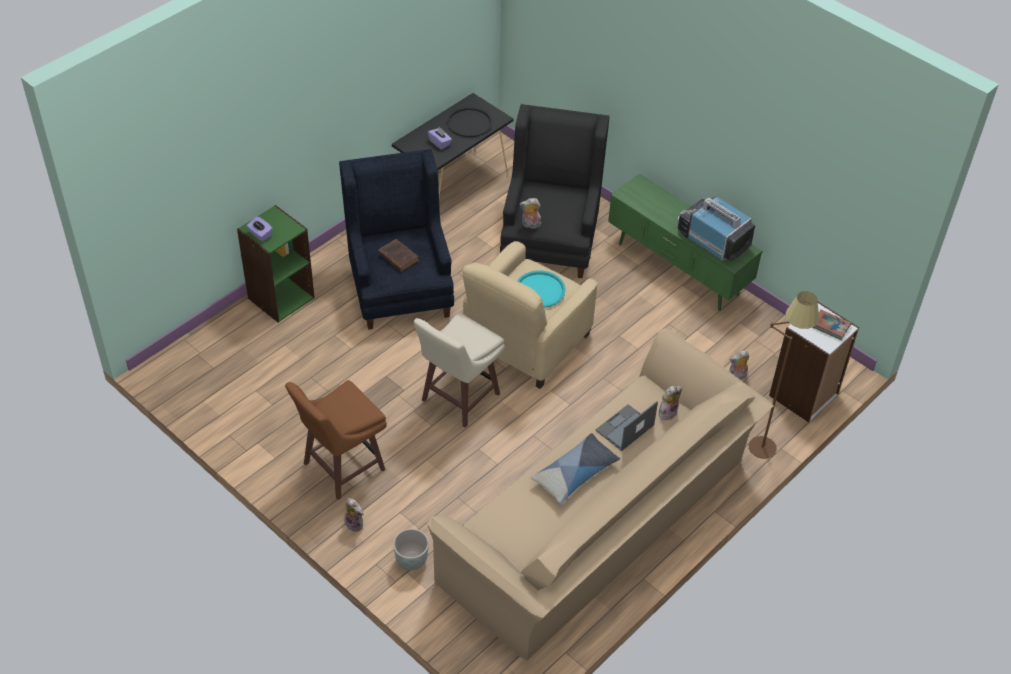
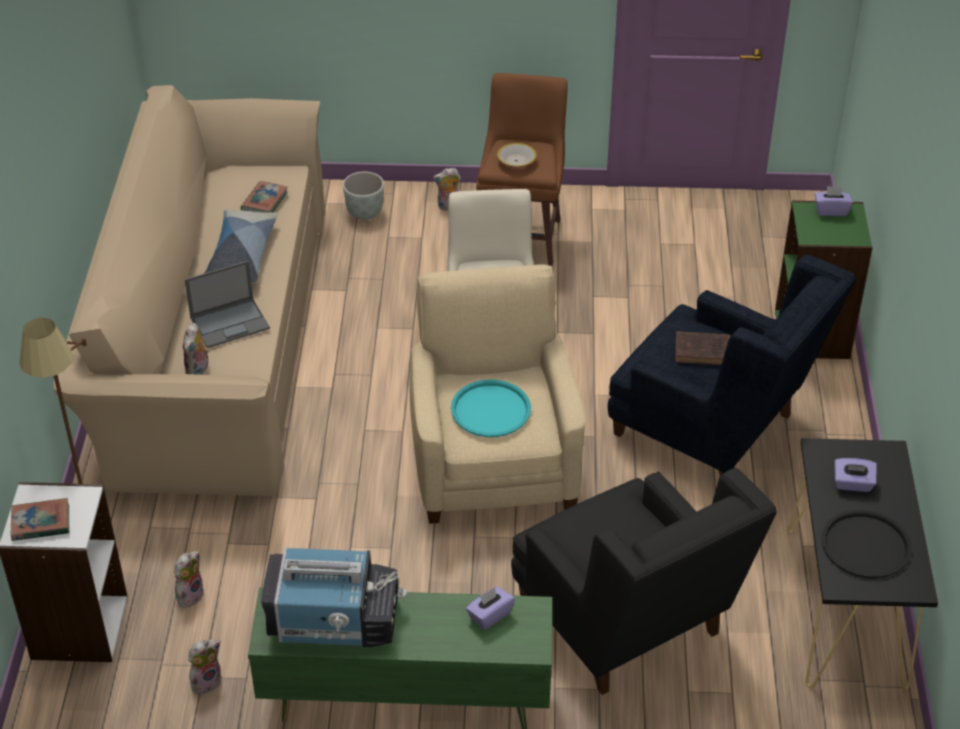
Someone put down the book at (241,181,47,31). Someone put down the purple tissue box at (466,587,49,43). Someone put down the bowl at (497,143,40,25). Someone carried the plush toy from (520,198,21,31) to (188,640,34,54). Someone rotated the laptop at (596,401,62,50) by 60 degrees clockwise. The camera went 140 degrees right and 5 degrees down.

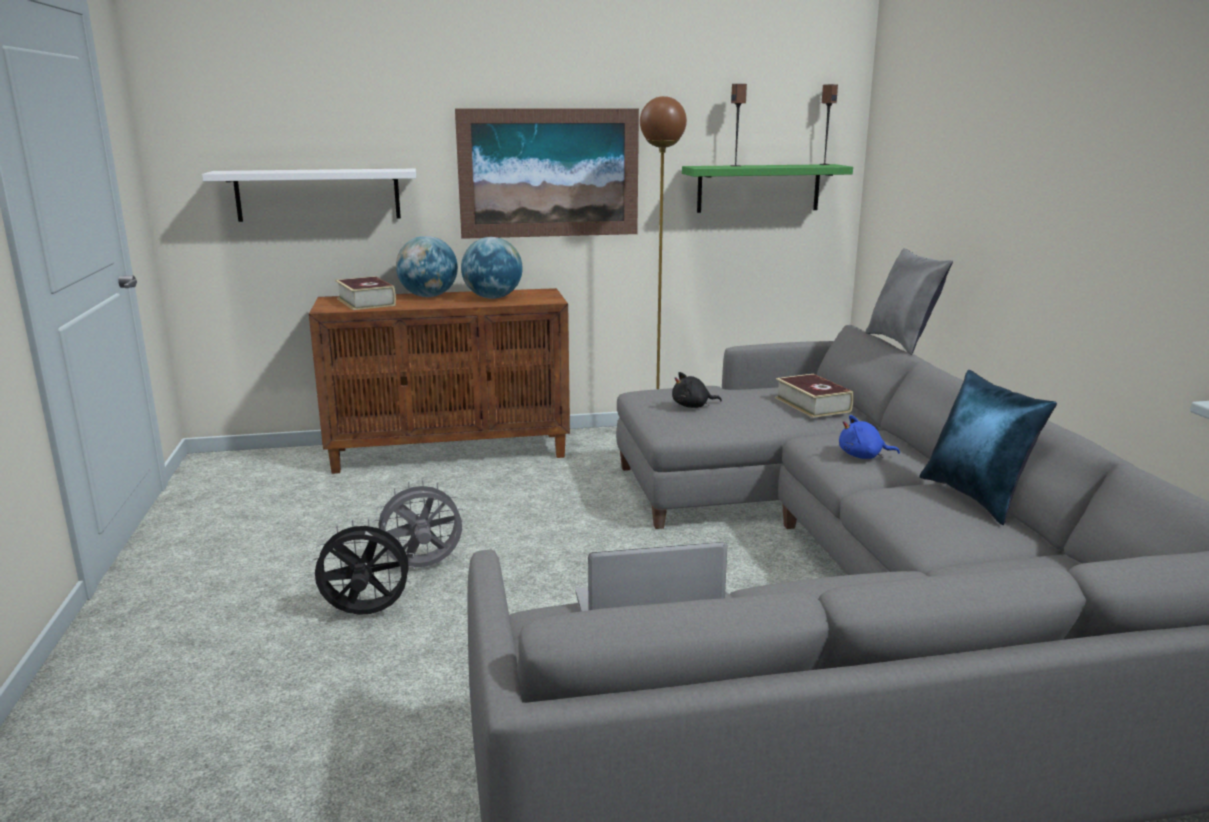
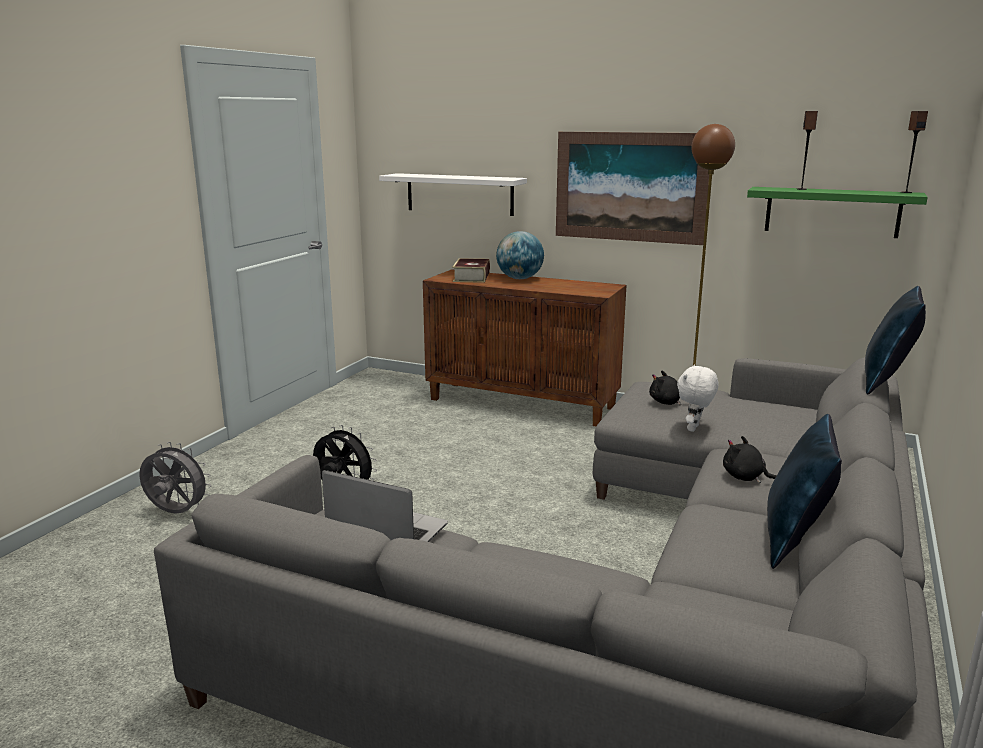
Someone took away the globe at (461,237,62,62). Someone took away the book at (775,374,78,44). Someone put down the white plush toy at (677,365,42,67). Someone carried the grey fan from (372,480,93,87) to (139,442,73,72). Someone repainted the blue plush toy at (839,415,61,44), which became the black plush toy at (723,436,53,47). Someone repainted the grey pillow at (865,248,88,107), which became the blue pillow at (865,286,61,108). The camera went 35 degrees right and 0 degrees up.

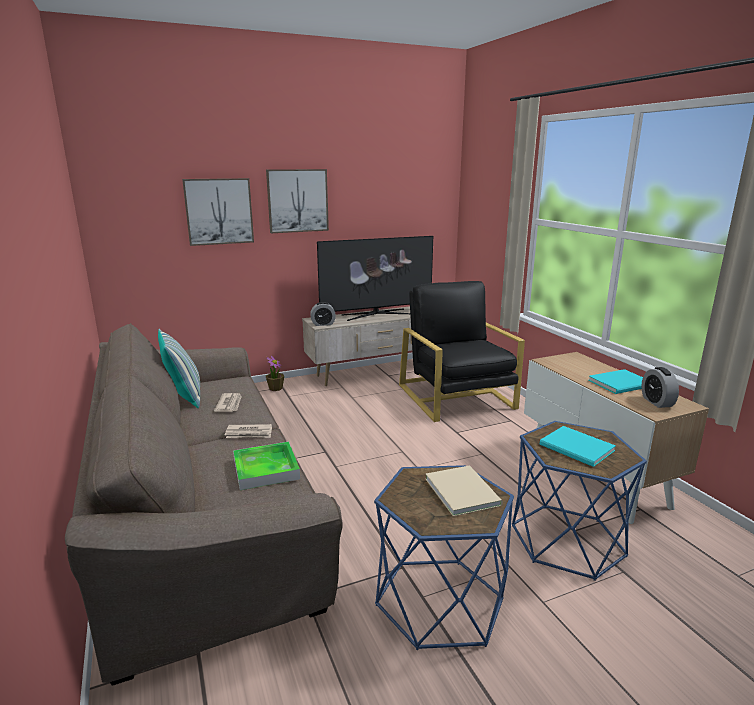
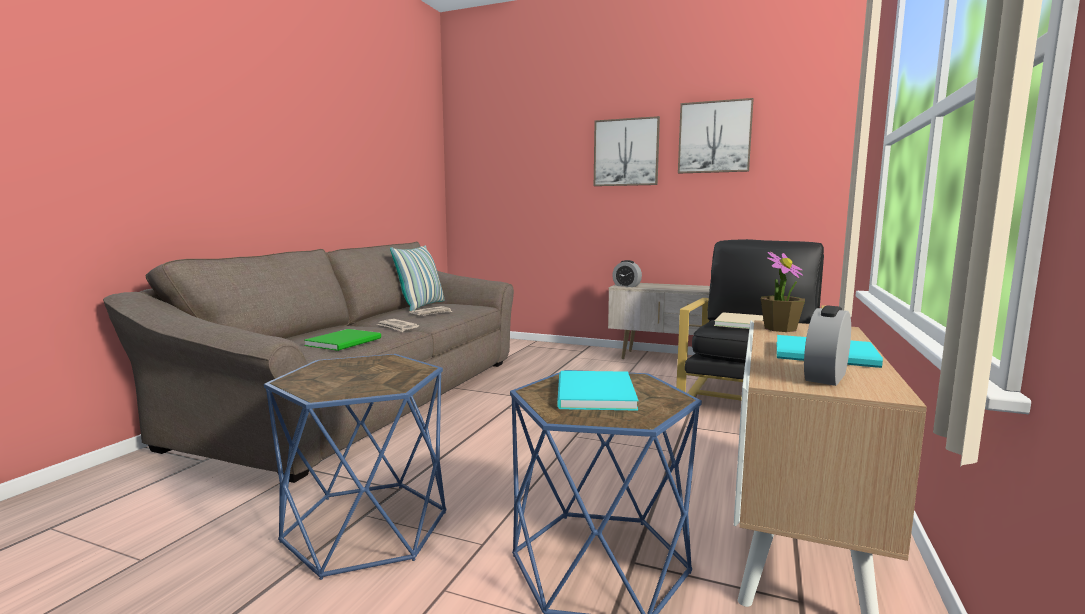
Someone took away the television at (317,236,116,85). Someone carried the picture from (182,178,72,68) to (678,98,75,76). Someone carried the potted plant from (266,356,18,35) to (761,252,44,80). Someone carried the beige book from (425,465,78,51) to (714,312,49,17). Someone swapped the tray at (233,442,67,48) for the green book at (304,329,77,22). The camera went 45 degrees right and 10 degrees down.

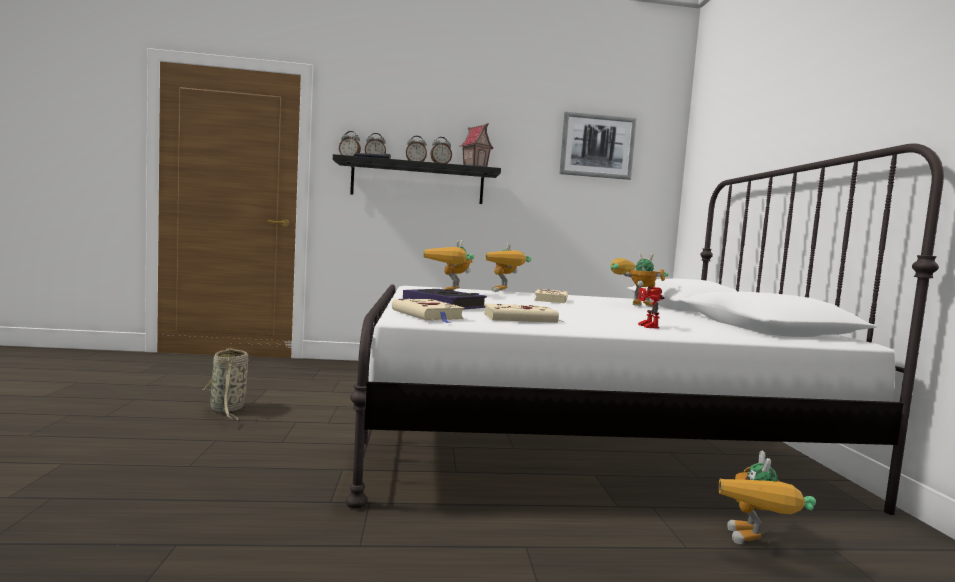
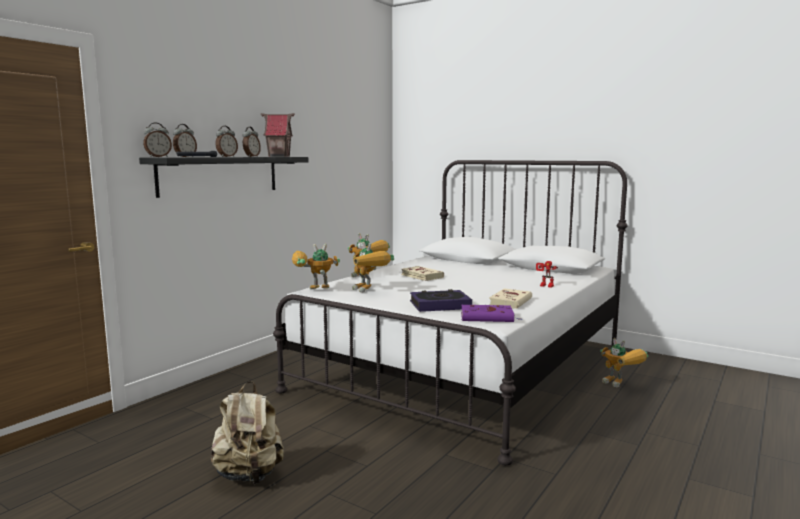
Someone took away the picture at (560,112,77,68). Someone carried the toy robot from (610,252,58,55) to (292,244,48,45). Someone swapped the basket at (202,348,46,73) for the beige backpack at (211,381,73,103). Someone repainted the beige book at (392,299,73,24), which became the purple book at (461,305,62,17). The camera went 50 degrees left and 5 degrees up.

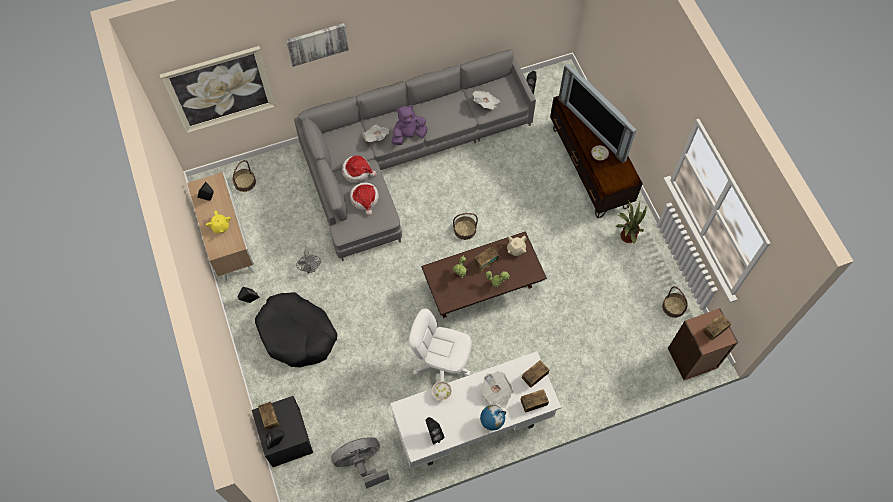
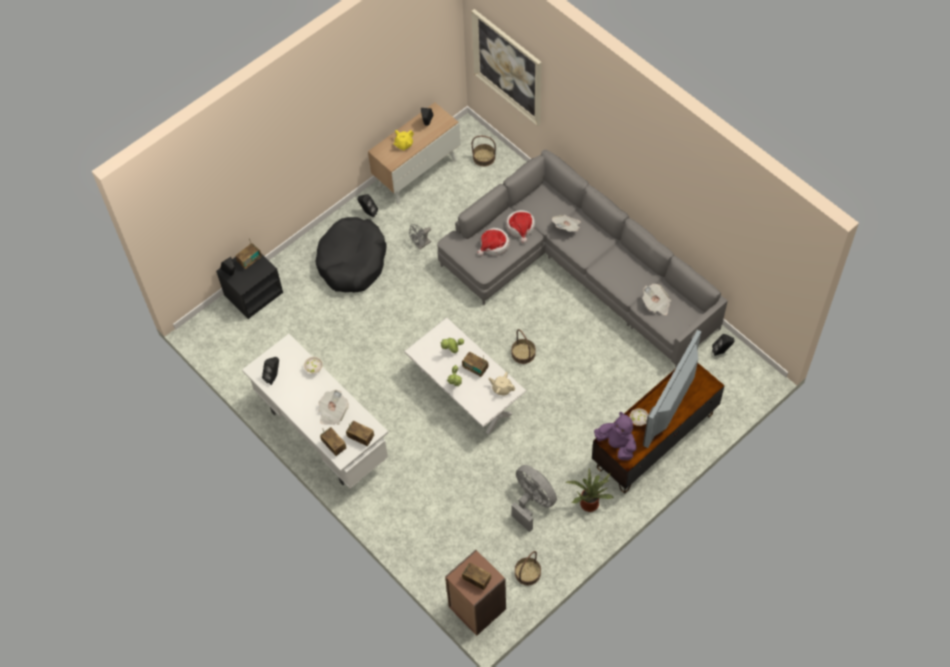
Someone took away the picture at (286,23,63,44). Someone took away the white office chair at (409,309,63,72). Someone took away the globe at (480,405,26,25). Someone carried the grey fan from (331,437,58,52) to (511,465,46,67). Someone carried the purple plush toy from (391,105,37,40) to (594,412,43,48). Someone repainted the brown coffee table at (421,231,126,87), which became the white coffee table at (404,317,122,117). The camera went 70 degrees right and 5 degrees down.

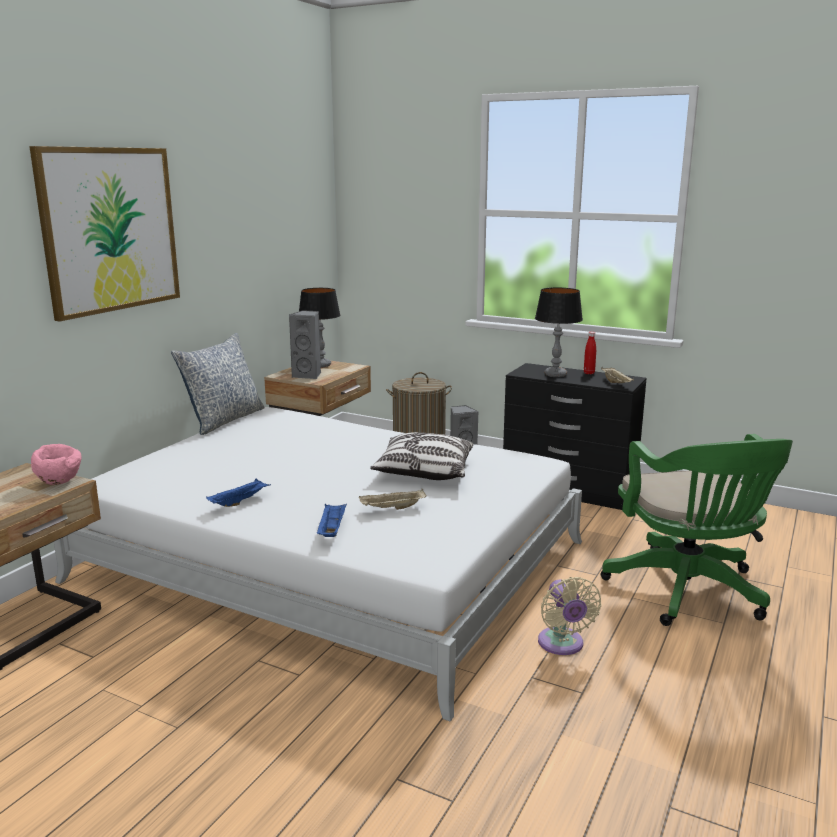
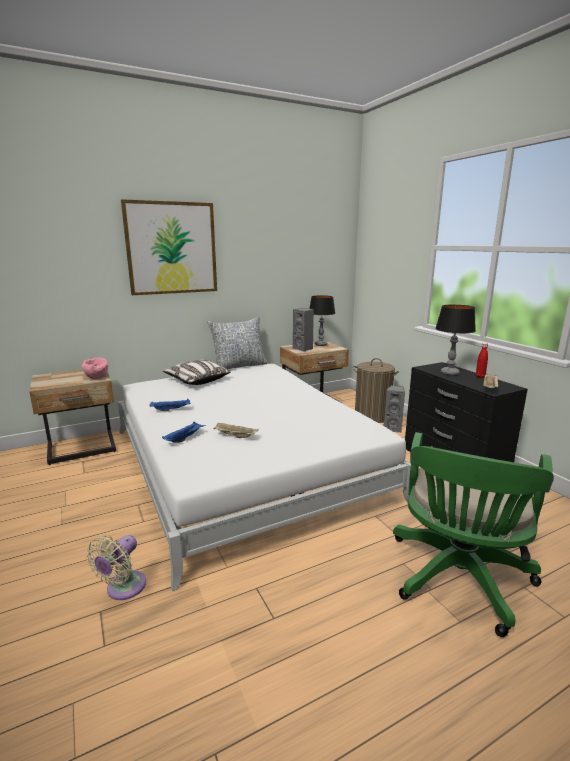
Someone carried the pillow from (370,432,103,48) to (163,359,68,26). Someone carried the beige fan from (538,577,64,78) to (86,535,60,65). The camera went 35 degrees right and 0 degrees up.

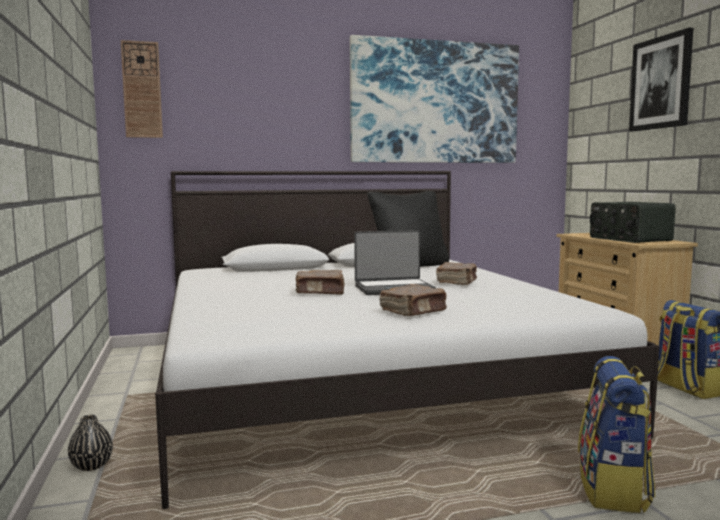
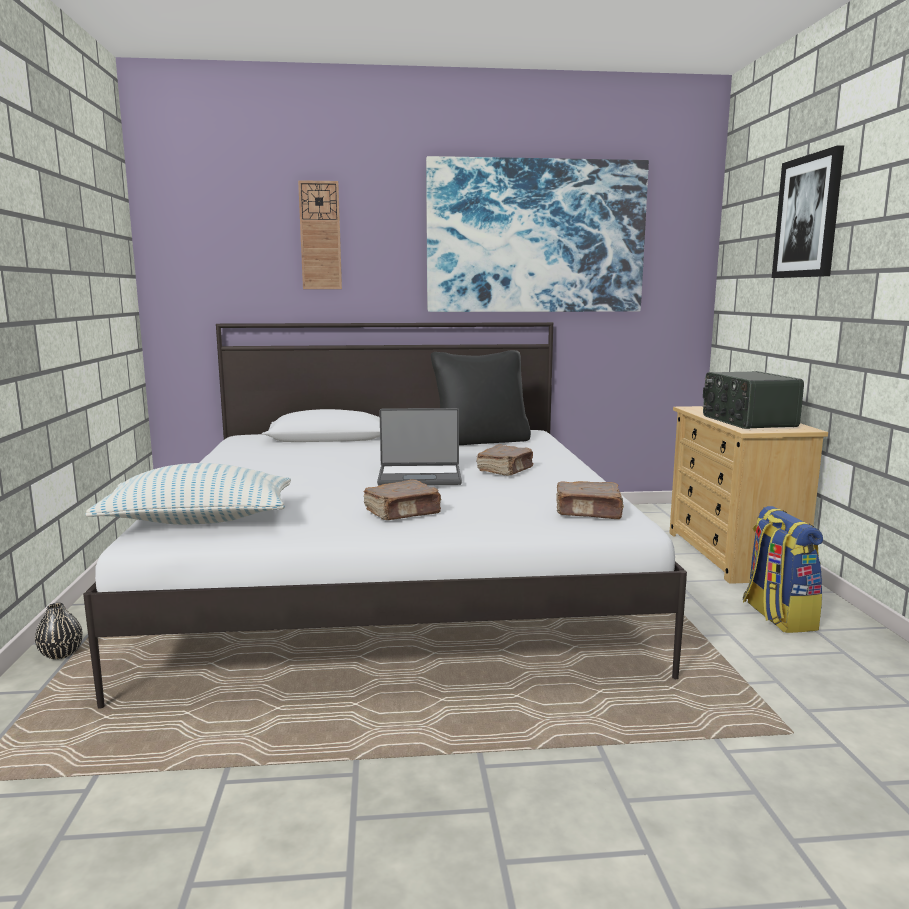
Someone took away the backpack at (578,356,77,157). Someone put down the pillow at (85,463,206,62). Someone carried the wall clock from (121,40,42,98) to (298,180,44,109). Someone carried the brown book from (295,270,49,24) to (556,481,68,38). The camera went 10 degrees right and 5 degrees up.

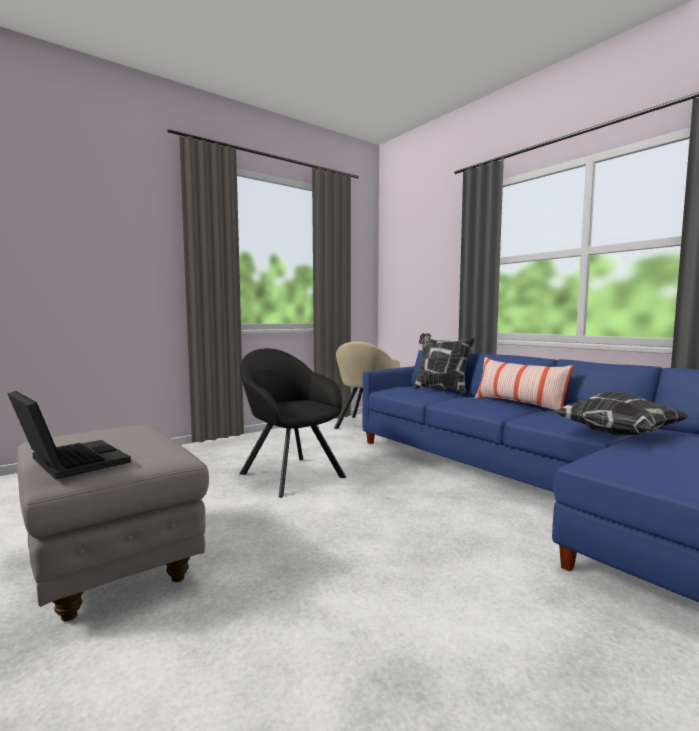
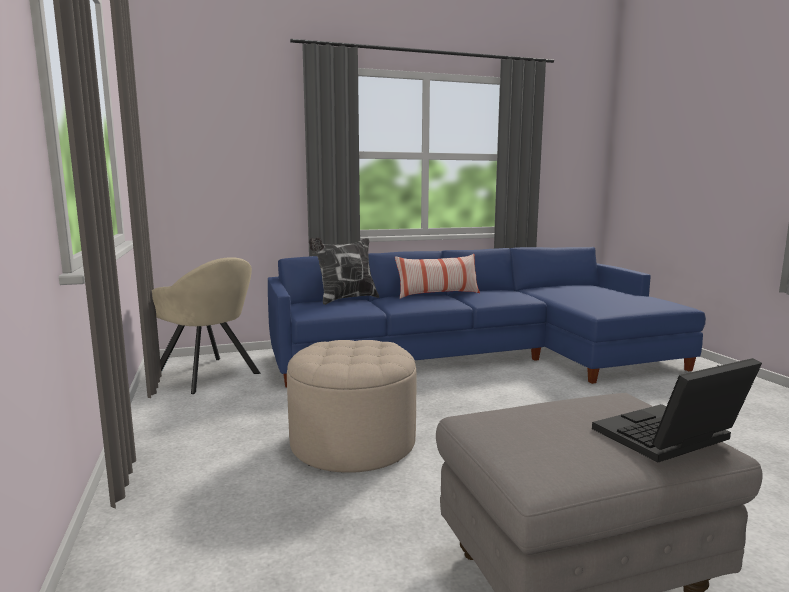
Someone took away the pillow at (553,392,136,43). Someone swapped the black armchair at (239,348,107,150) for the beige ottoman at (287,340,129,133). The camera went 70 degrees left and 5 degrees up.

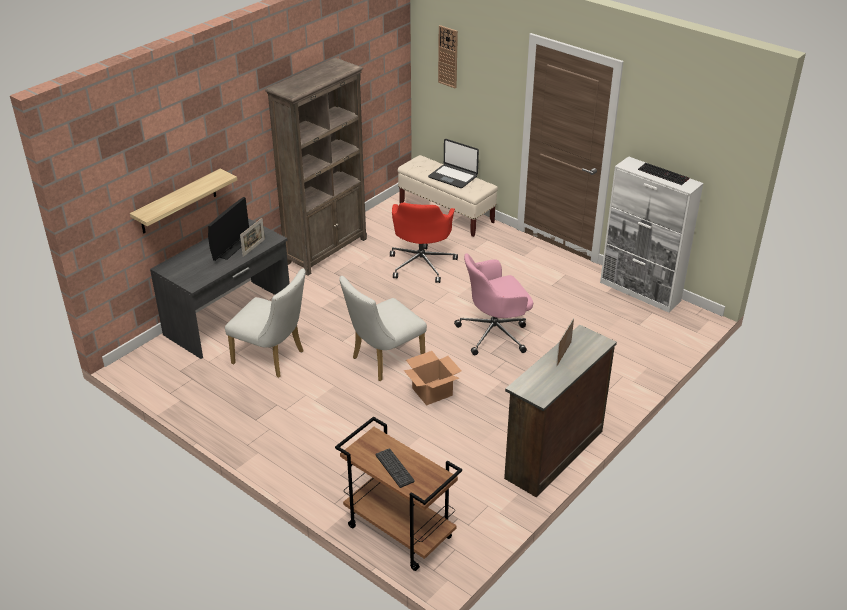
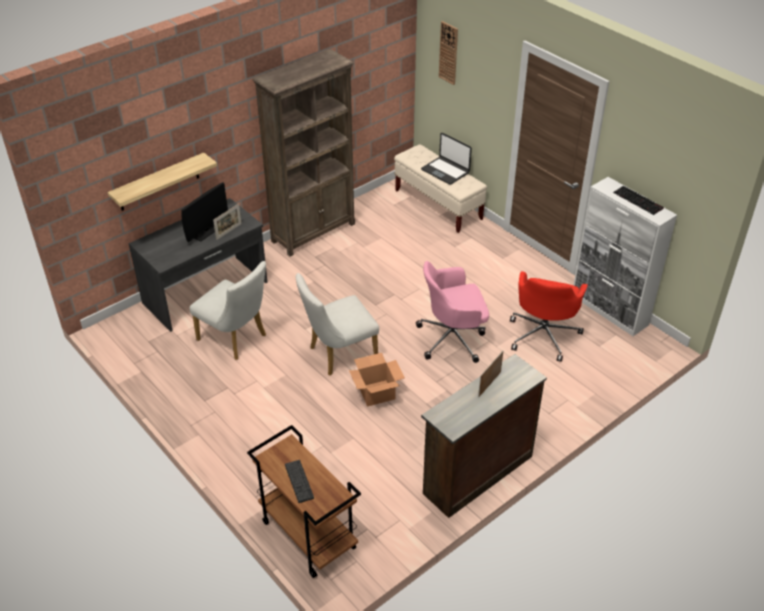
Someone carried the red office chair from (390,203,68,80) to (510,271,78,91). The camera went 10 degrees right and 5 degrees up.

